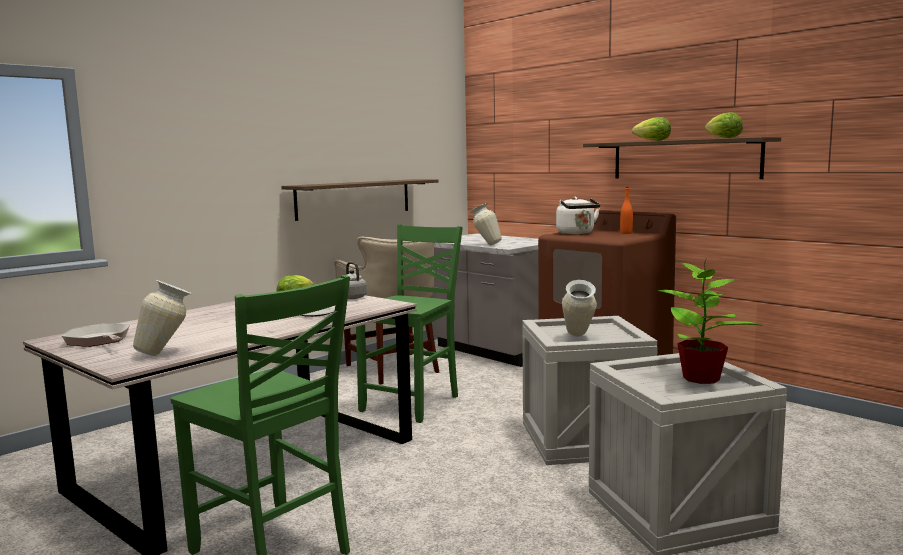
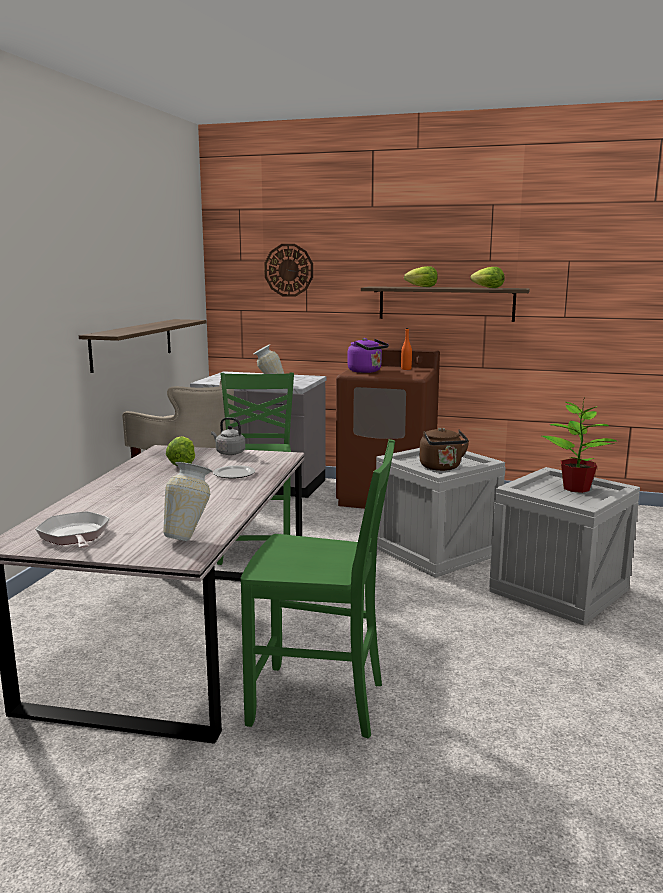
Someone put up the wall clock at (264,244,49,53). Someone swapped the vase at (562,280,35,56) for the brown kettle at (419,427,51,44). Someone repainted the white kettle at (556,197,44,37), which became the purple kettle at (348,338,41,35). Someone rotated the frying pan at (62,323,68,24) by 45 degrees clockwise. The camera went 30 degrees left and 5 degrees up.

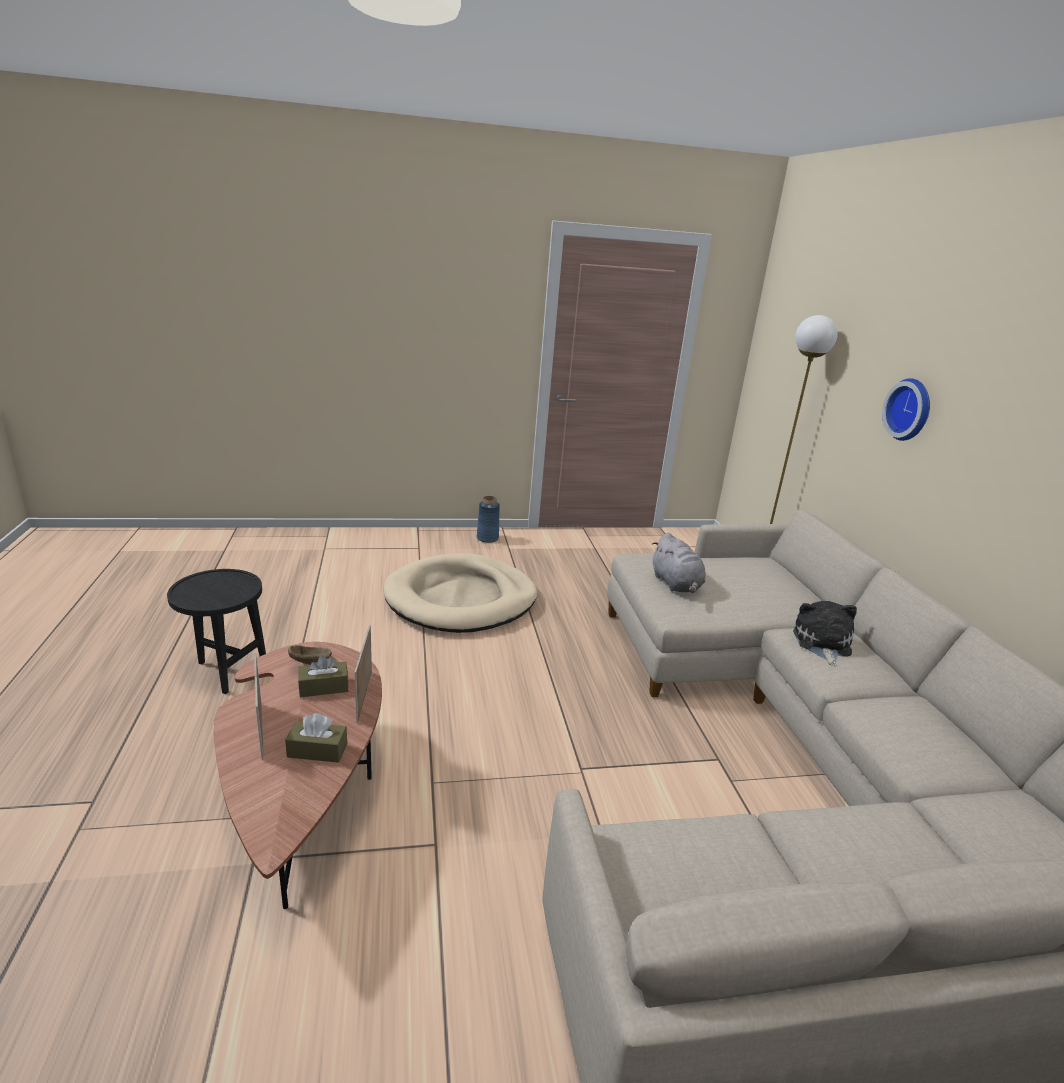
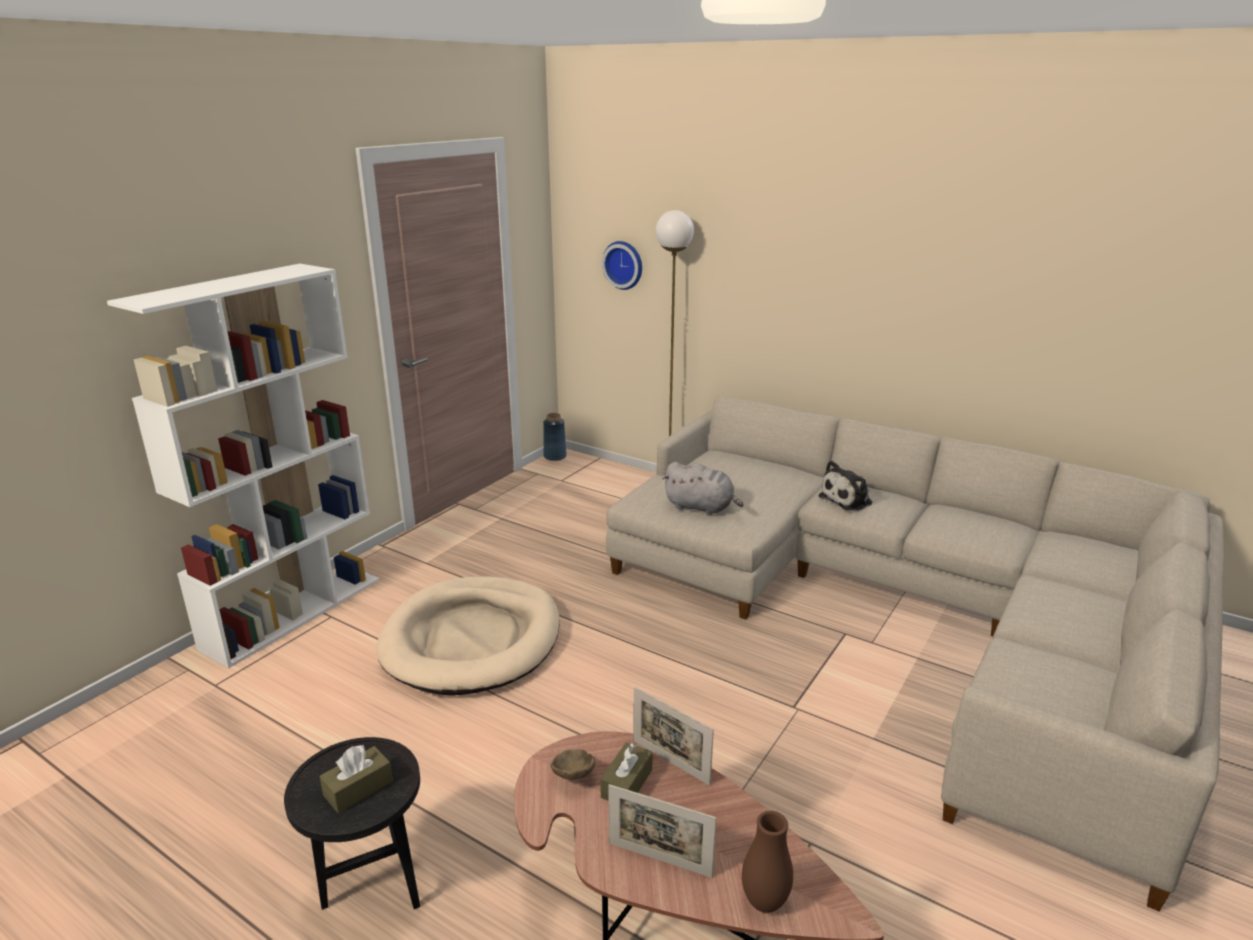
Someone put down the white bookcase at (107,264,272,404). Someone put down the brown vase at (742,811,51,102). Someone carried the brown tissue box from (285,713,62,50) to (319,745,74,68). Someone carried the blue vase from (477,496,23,47) to (543,413,24,48). Someone carried the wall clock from (882,378,48,63) to (602,241,40,49). Someone rotated the plush toy at (793,601,64,66) by 90 degrees counterclockwise. The camera went 45 degrees left and 0 degrees up.

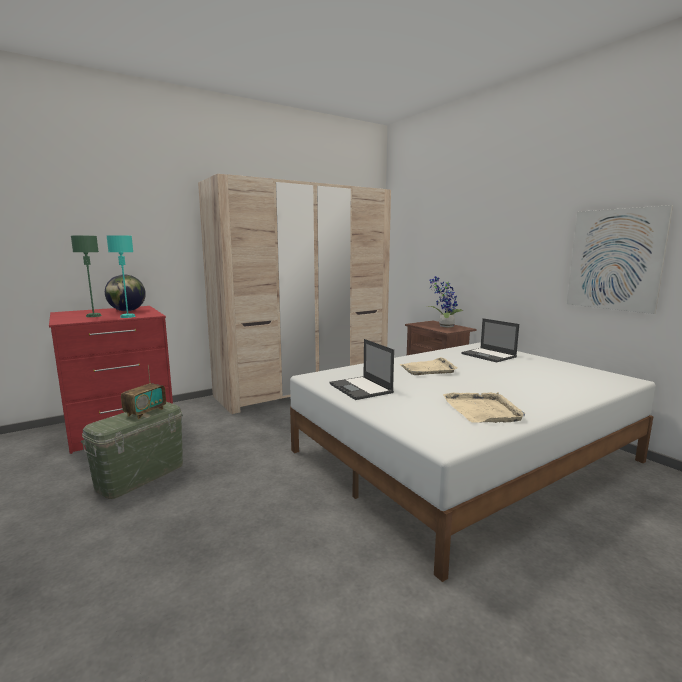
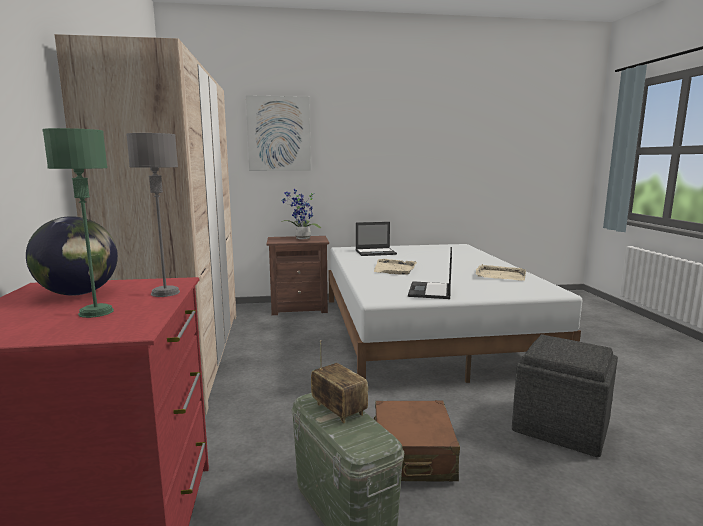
Someone put down the brown suitcase at (374,400,86,82). Someone put down the grey ottoman at (512,334,106,123). Someone carried the picture from (567,205,106,109) to (246,95,65,76). Someone repainted the turquoise table lamp at (107,235,29,83), which became the grey table lamp at (126,133,54,164). Someone rotated the laptop at (330,339,64,61) by 105 degrees clockwise. The camera went 65 degrees left and 0 degrees up.

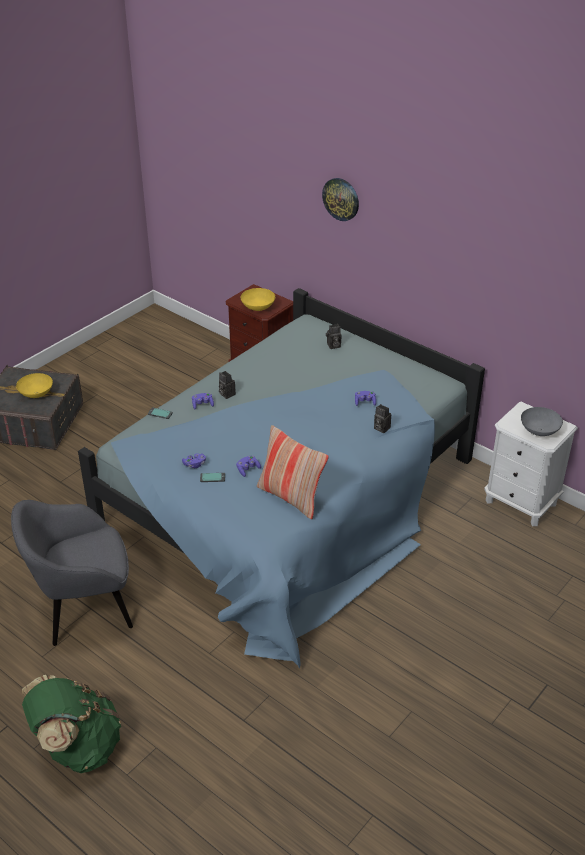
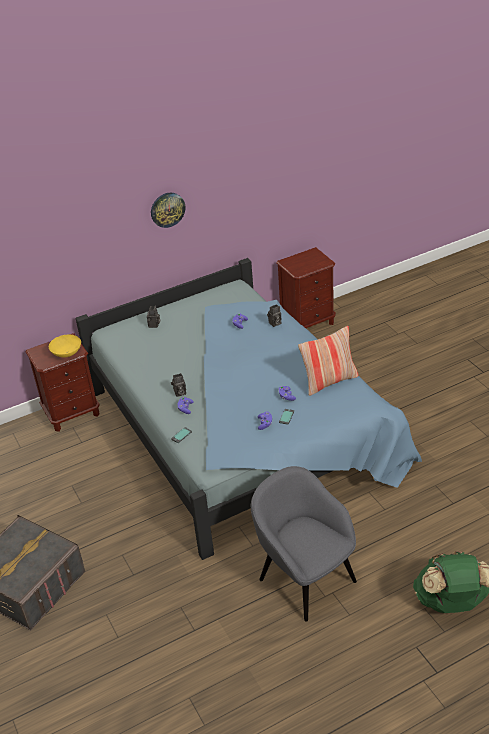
Someone took away the yellow bowl at (16,373,37,25). Someone took away the grey bowl at (521,407,42,29). Someone carried the wall clock from (322,178,37,43) to (151,193,34,35). Someone repainted the white nightstand at (484,402,94,124), which became the brown nightstand at (276,247,60,81). Someone rotated the grey armchair at (11,500,122,146) by 135 degrees clockwise. The camera went 65 degrees left and 0 degrees up.

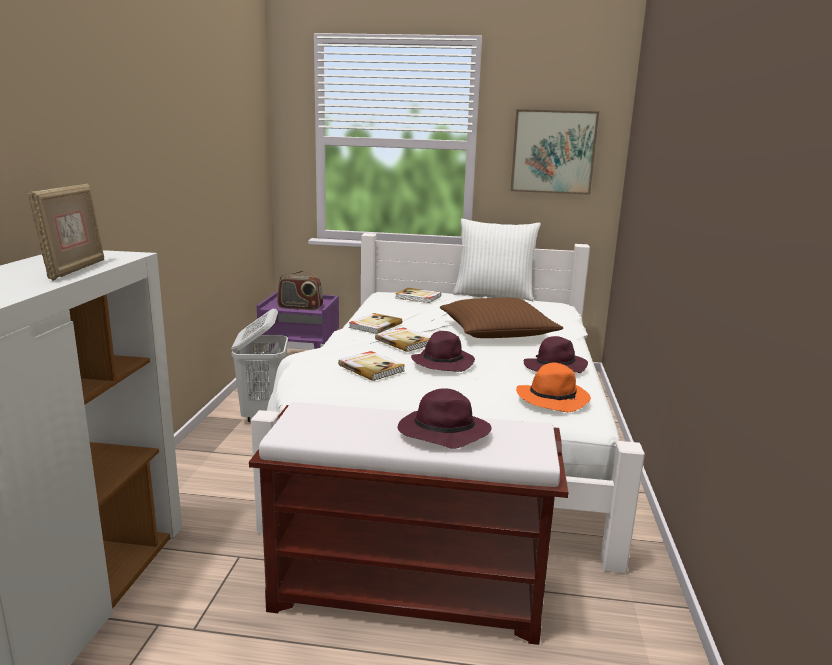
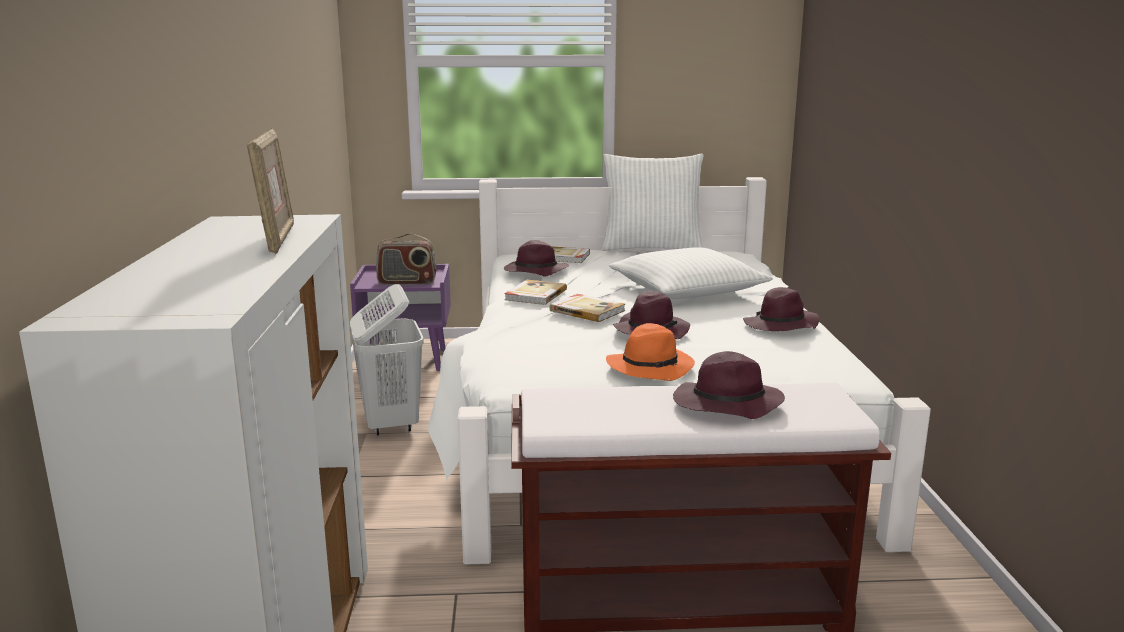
Someone took away the book at (338,351,67,30). Someone took away the picture at (511,109,88,86). Someone put down the purple hat at (504,240,65,37). Someone carried the orange hat from (516,363,75,49) to (606,323,89,58). Someone repainted the brown pillow at (440,298,123,40), which became the white pillow at (609,247,164,52). The camera went 10 degrees left and 0 degrees up.

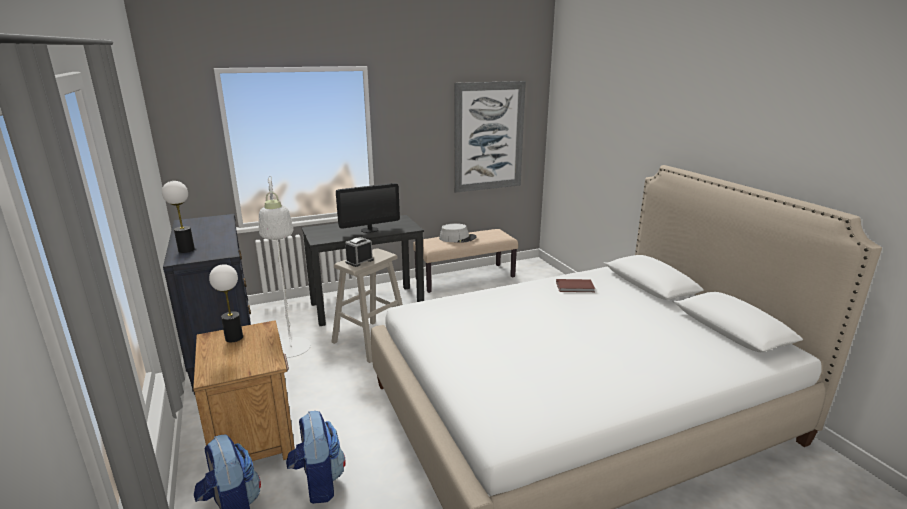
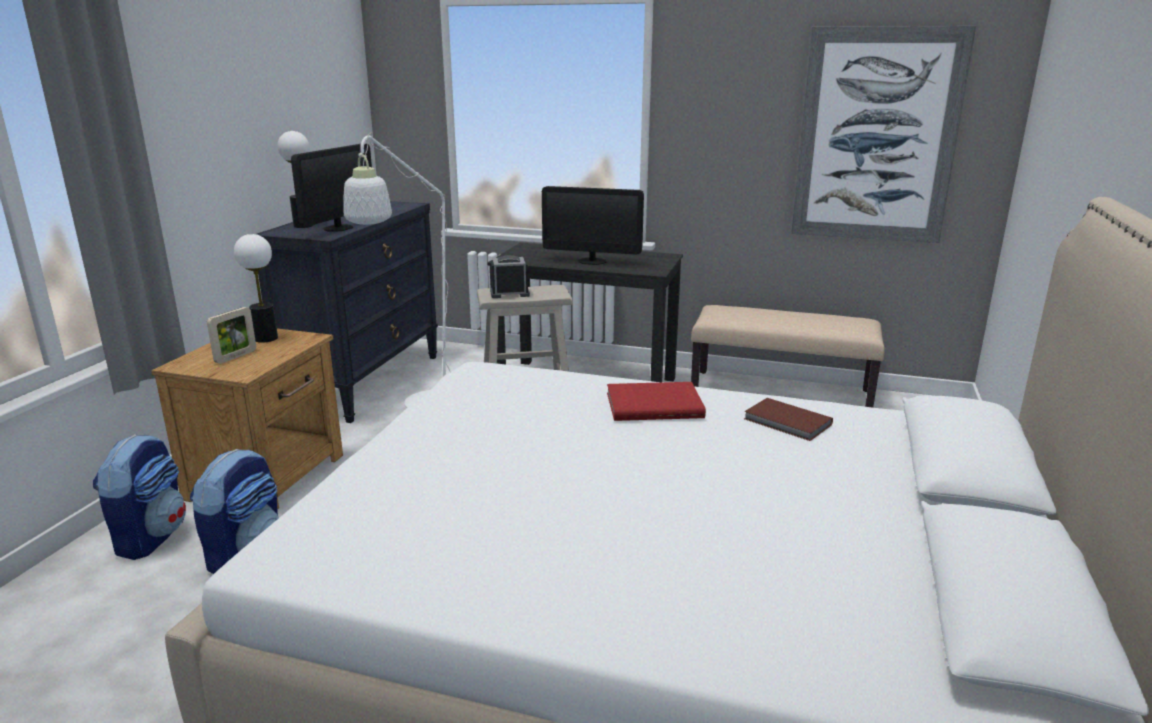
Someone took away the grey hat at (439,223,38,19). Someone put down the picture frame at (207,307,49,57). Someone put down the monitor at (291,144,81,88). Someone put down the red book at (607,382,99,39). The camera went 40 degrees right and 0 degrees up.

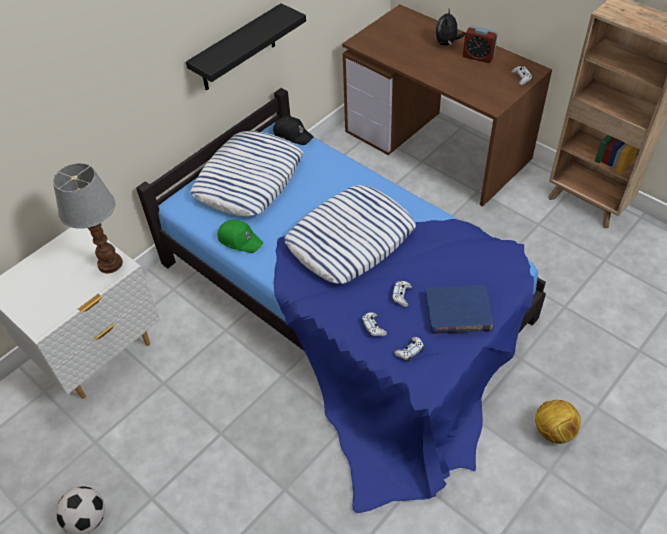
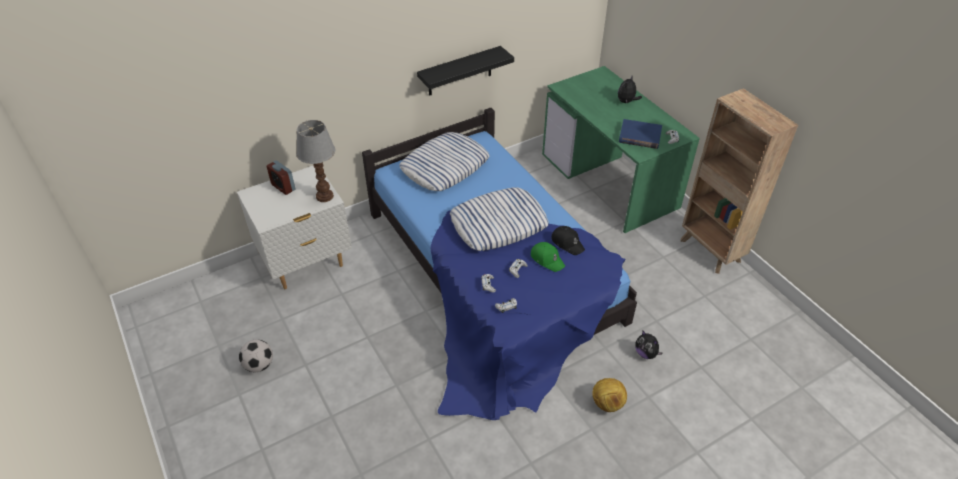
Someone put down the plush toy at (635,331,28,28). Someone carried the green cap from (217,219,46,34) to (531,242,34,30). Someone carried the black cap from (273,116,41,29) to (551,226,34,29). Someone carried the blue book from (425,285,69,49) to (619,119,43,30). Someone carried the alarm clock from (463,25,35,38) to (266,160,29,35). Someone repainted the brown desk at (342,4,210,202), which became the green desk at (542,66,158,167). The camera went 15 degrees right and 5 degrees down.

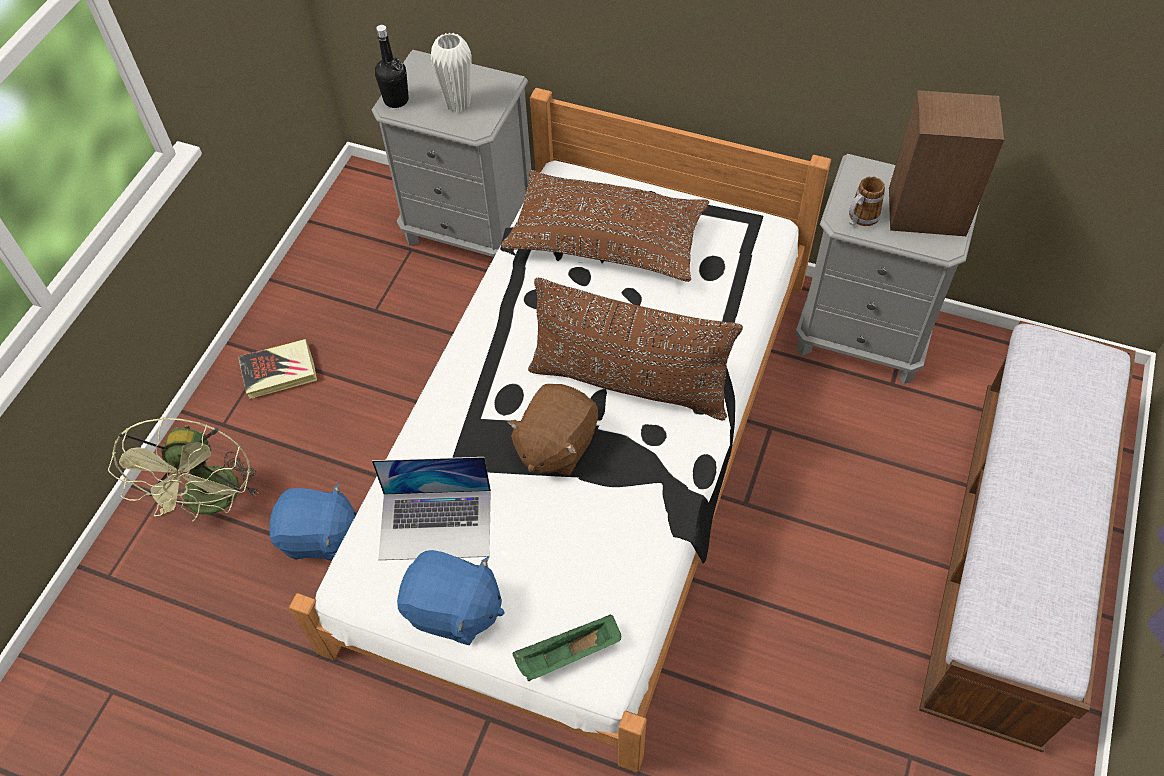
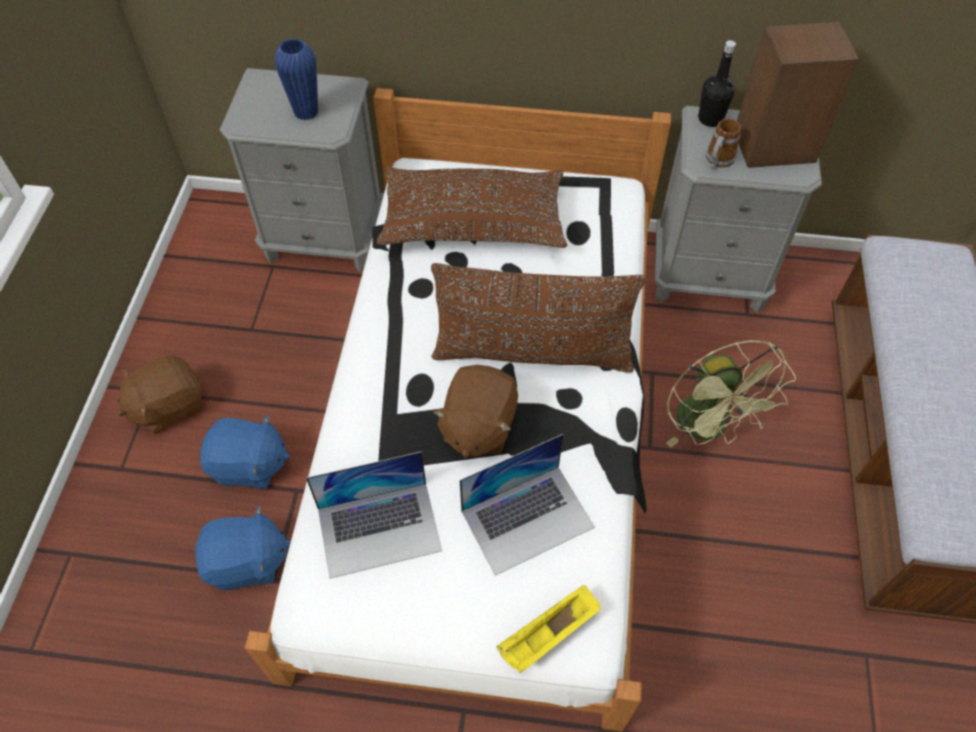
Someone put down the laptop at (459,434,136,141). Someone carried the green fan from (108,417,151,105) to (666,340,130,108). Someone carried the black bottle from (375,25,34,83) to (698,40,38,87). Someone carried the blue plush toy from (397,550,108,95) to (200,415,90,74). Someone swapped the book at (238,339,79,60) for the brown plush toy at (117,355,85,79). Someone repainted the white vase at (430,33,42,80), which became the blue vase at (275,38,43,82). Someone repainted the green tray at (513,614,108,67), which became the yellow tray at (496,585,104,88). The camera went 15 degrees left and 0 degrees up.

